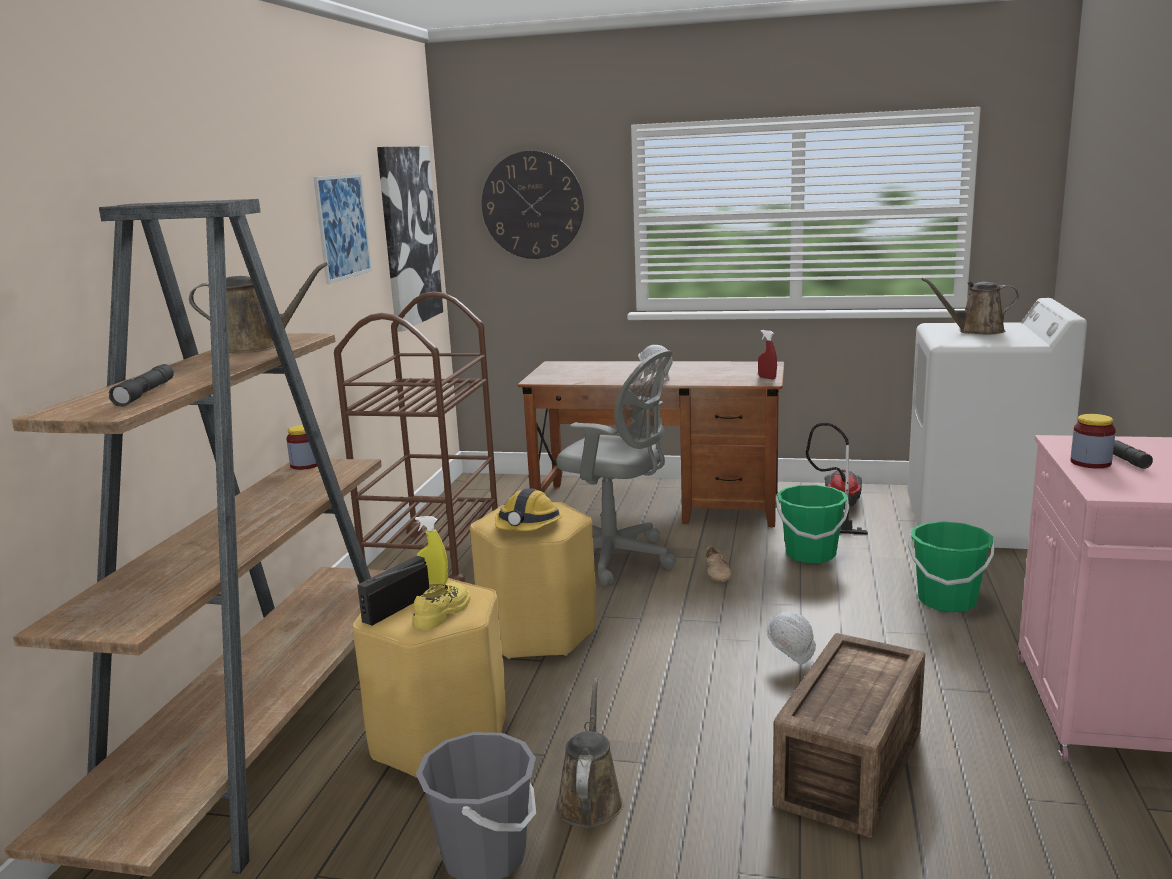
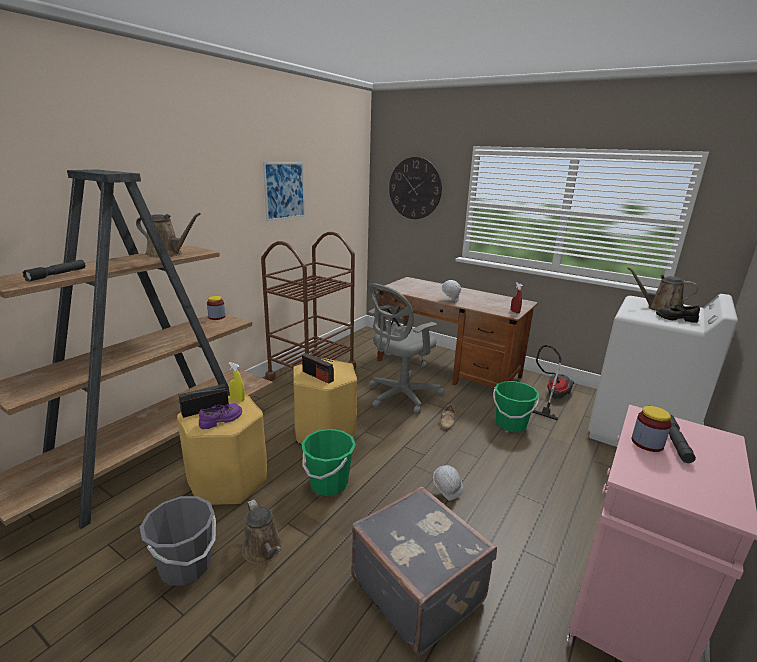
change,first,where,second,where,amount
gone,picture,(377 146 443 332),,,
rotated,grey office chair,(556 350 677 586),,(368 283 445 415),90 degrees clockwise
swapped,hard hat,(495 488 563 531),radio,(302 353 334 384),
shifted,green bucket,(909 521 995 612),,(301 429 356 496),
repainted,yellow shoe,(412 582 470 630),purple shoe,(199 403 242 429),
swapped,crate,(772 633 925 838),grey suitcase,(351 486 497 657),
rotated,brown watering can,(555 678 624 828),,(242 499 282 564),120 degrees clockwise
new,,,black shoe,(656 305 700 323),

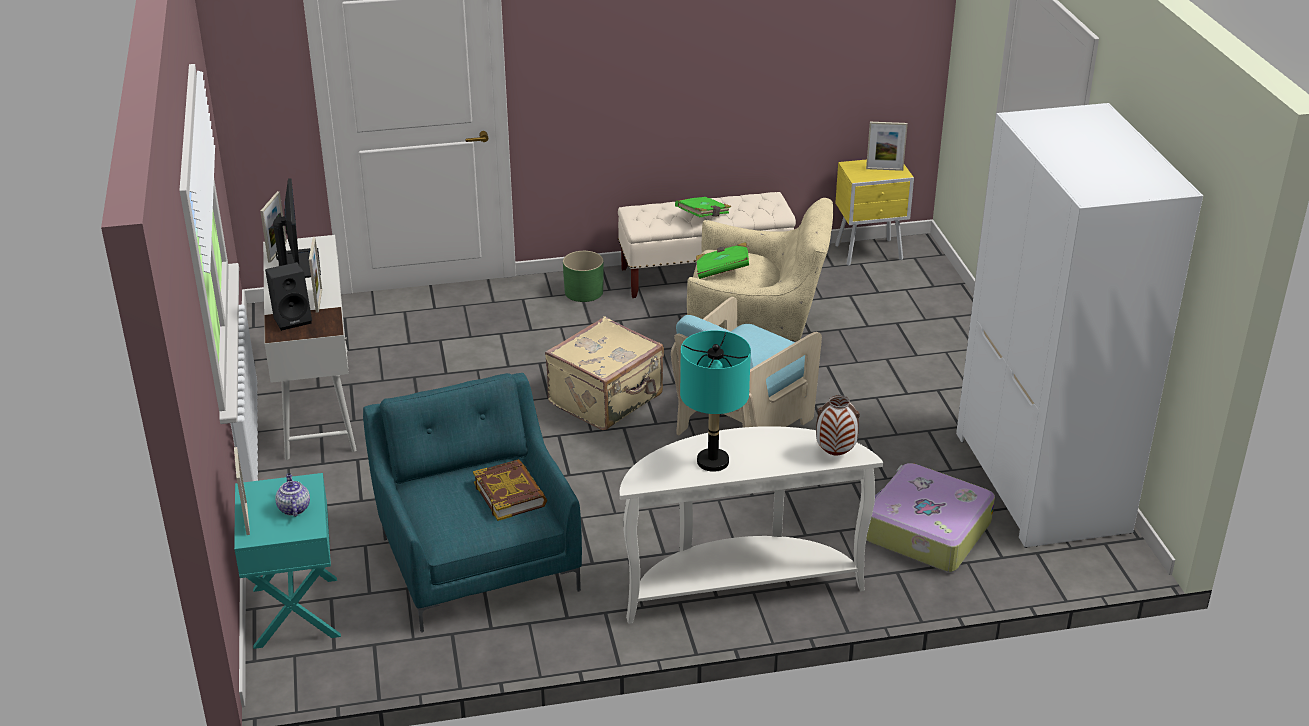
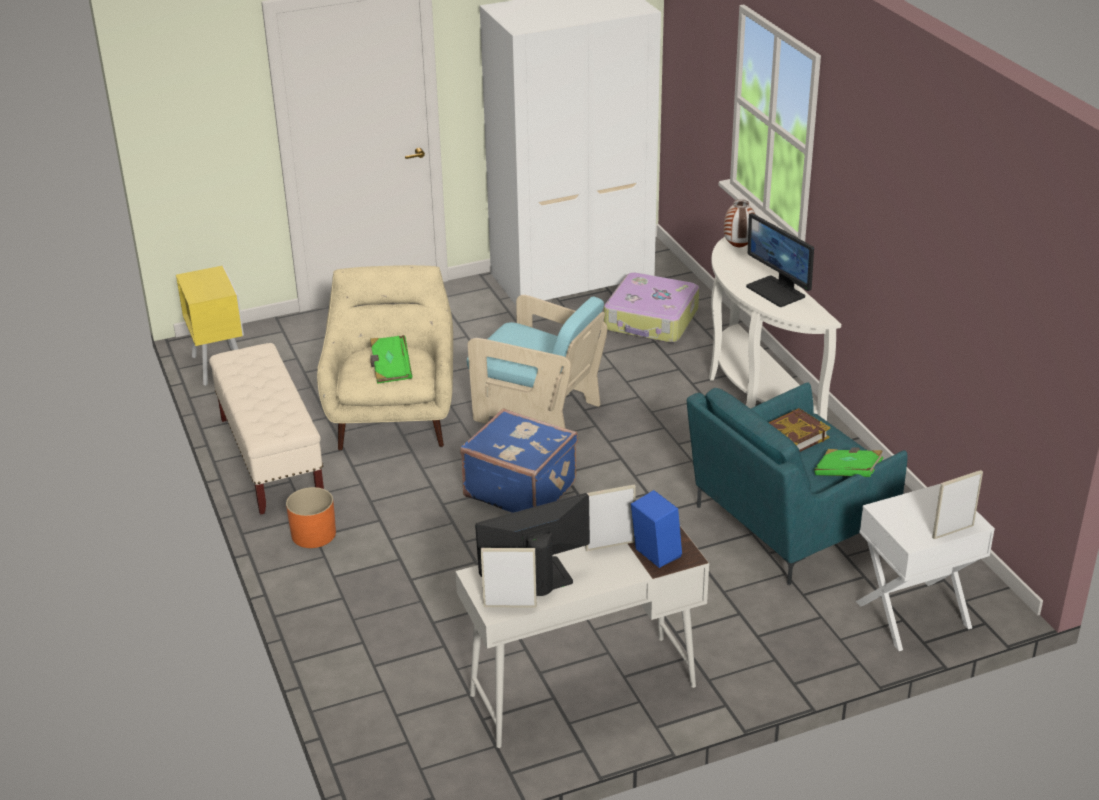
change,first,where,second,where,amount
gone,picture frame,(866 122 908 171),,,
shifted,green book,(675 197 731 217),,(814 447 883 477),
repainted,green planter,(563 251 604 302),orange planter,(286 487 336 548),
repainted,black speaker,(265 262 312 331),blue speaker,(631 490 682 568),
repainted,beige suitcase,(545 316 664 430),blue suitcase,(460 408 578 513),
swapped,turquoise table lamp,(680 330 751 472),monitor,(746 213 814 307),
repainted,turquoise nightstand,(234 473 341 649),white nightstand,(856 484 995 651),
gone,teapot,(275 473 310 517),,,

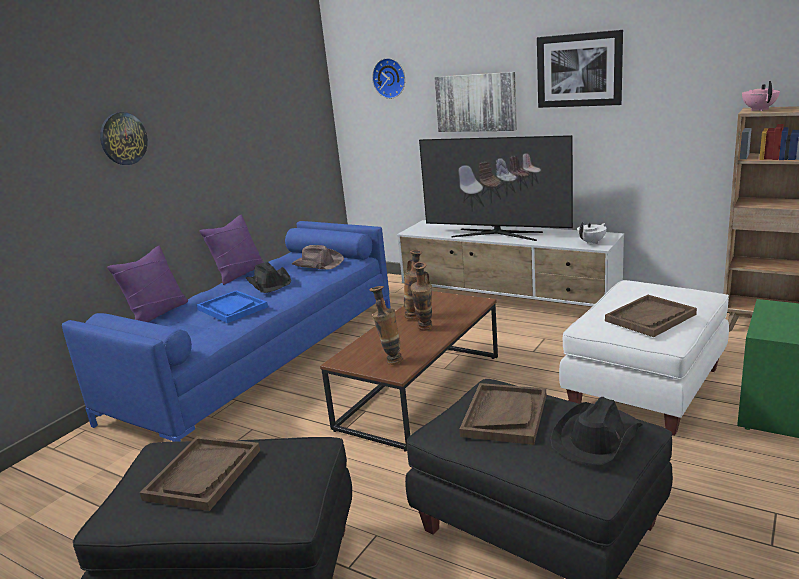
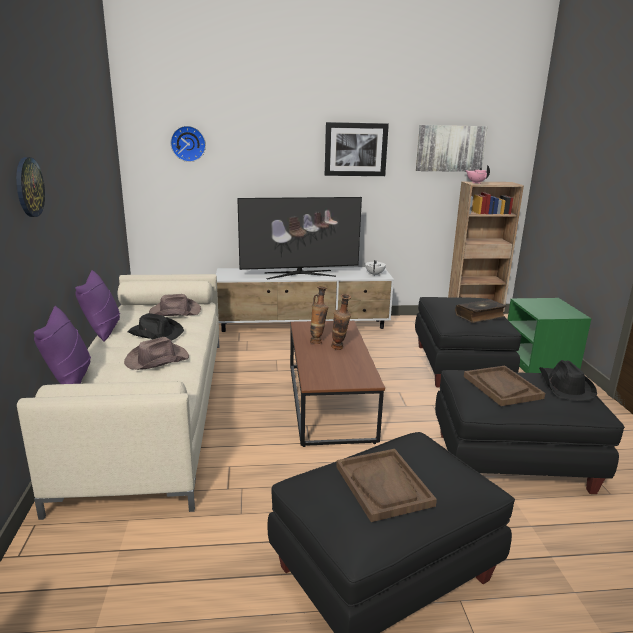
change,first,where,second,where,amount
shifted,picture,(434 72 517 132),,(416 125 487 172),
repainted,blue sofa,(62 221 391 442),beige sofa,(17 274 219 520),
repainted,white ottoman,(559 280 729 435),black ottoman,(415 297 521 387),
gone,vase,(369 286 403 365),,,
swapped,blue tray,(197 290 268 323),brown hat,(124 337 189 370),
swapped,brown tray,(605 295 697 337),book,(455 299 506 323),

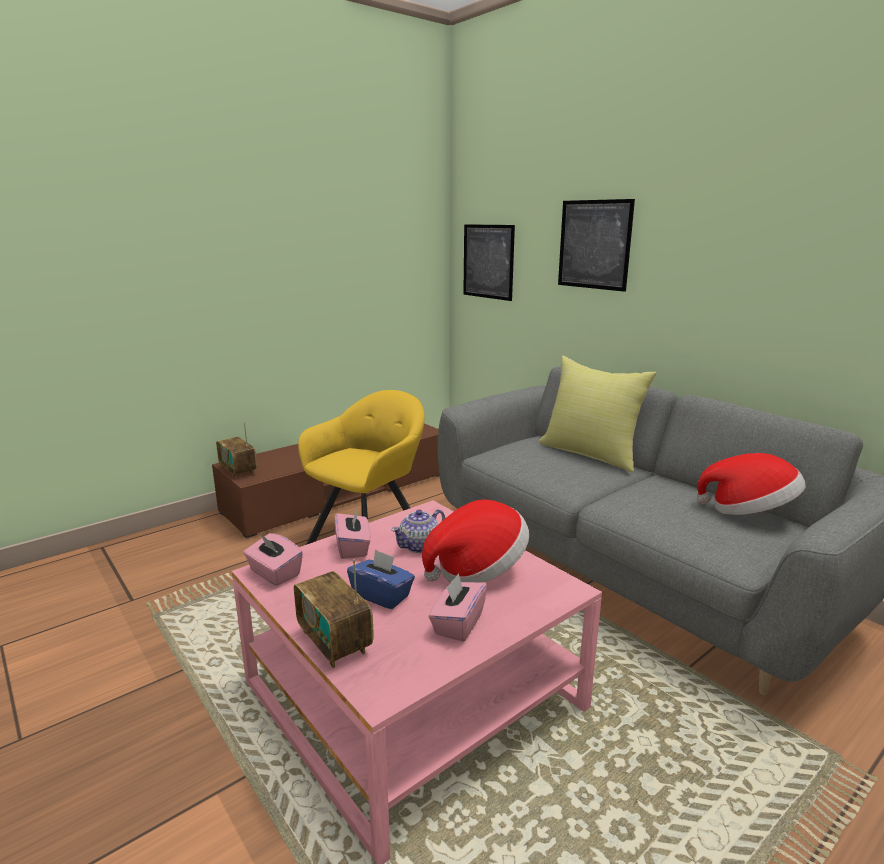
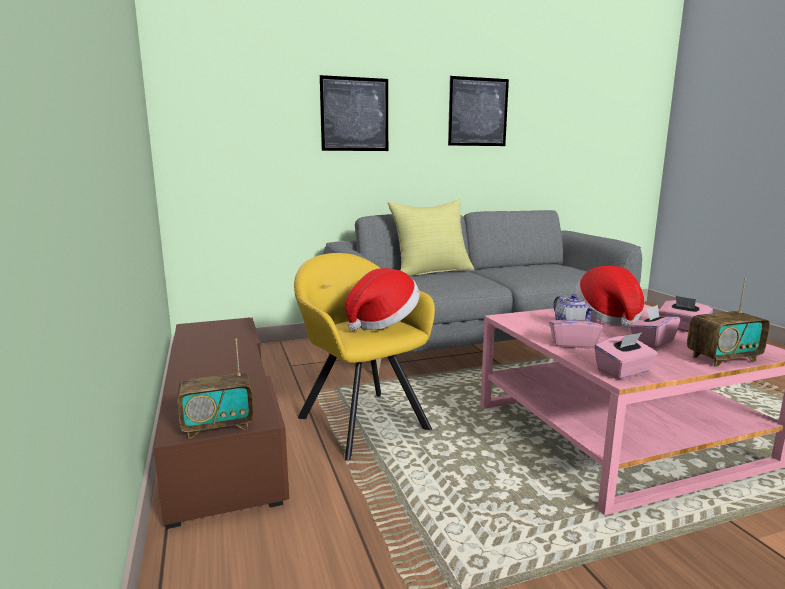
change,first,where,second,where,amount
shifted,picture,(463 224 515 301),,(448 76 509 146),
shifted,hat,(697 453 805 515),,(345 268 420 331),
repainted,blue tissue box,(347 549 415 609),pink tissue box,(630 305 680 349),

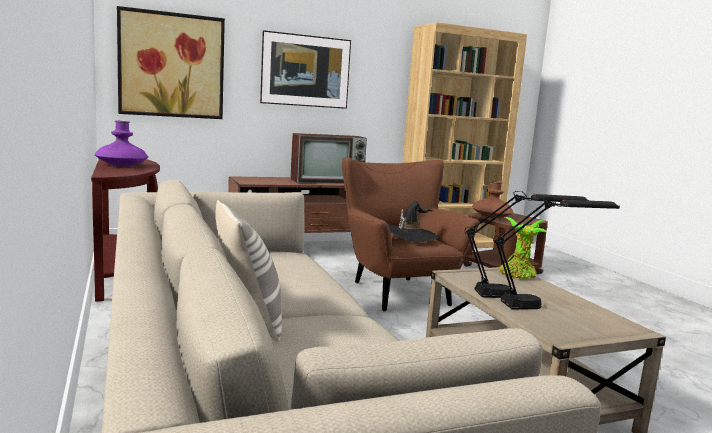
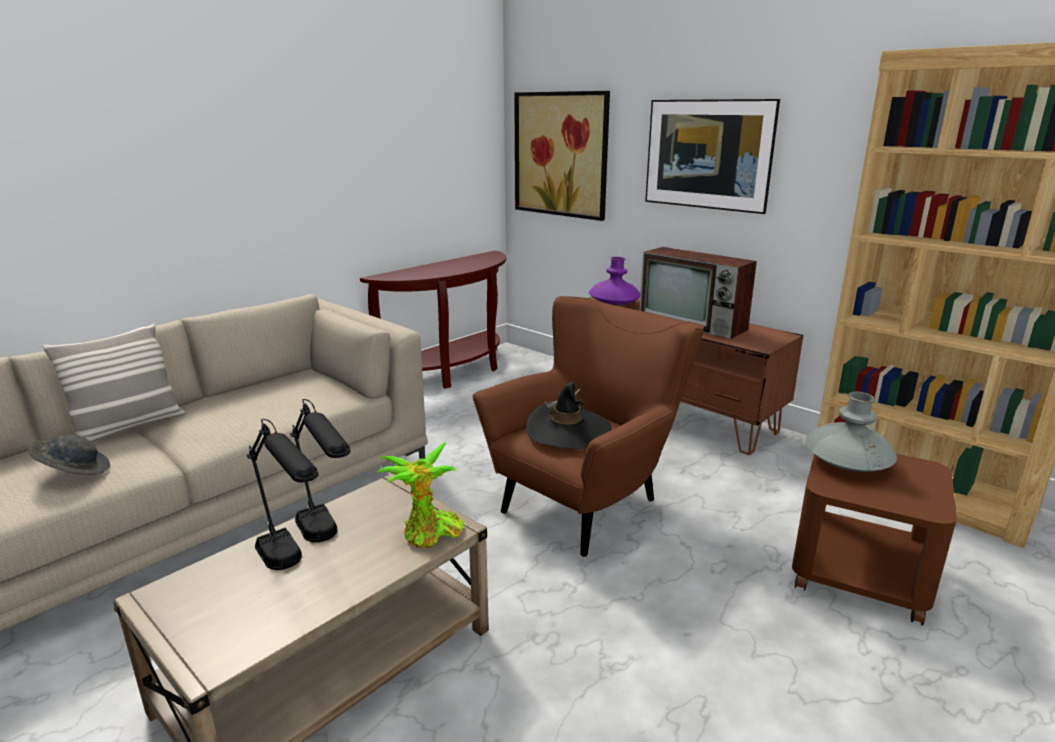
change,first,where,second,where,amount
shifted,purple vase,(94 120 149 166),,(589 257 640 305),
repainted,brown vase,(472 181 513 218),grey vase,(805 392 897 472),
new,,,grey hat,(28 434 110 475),

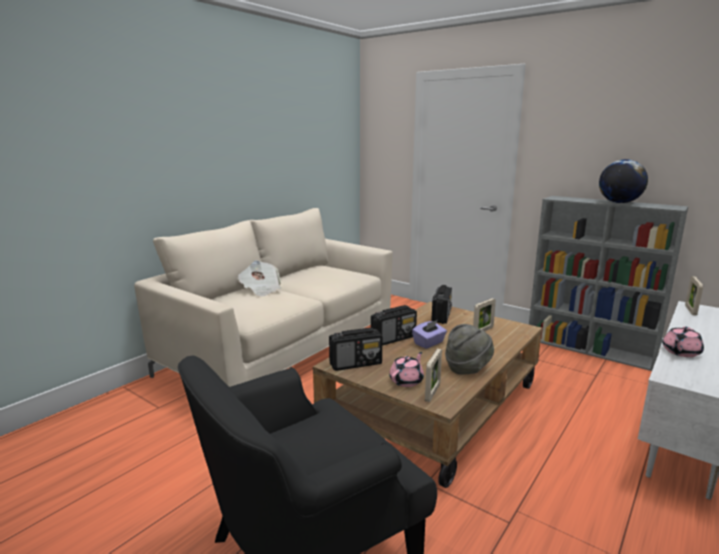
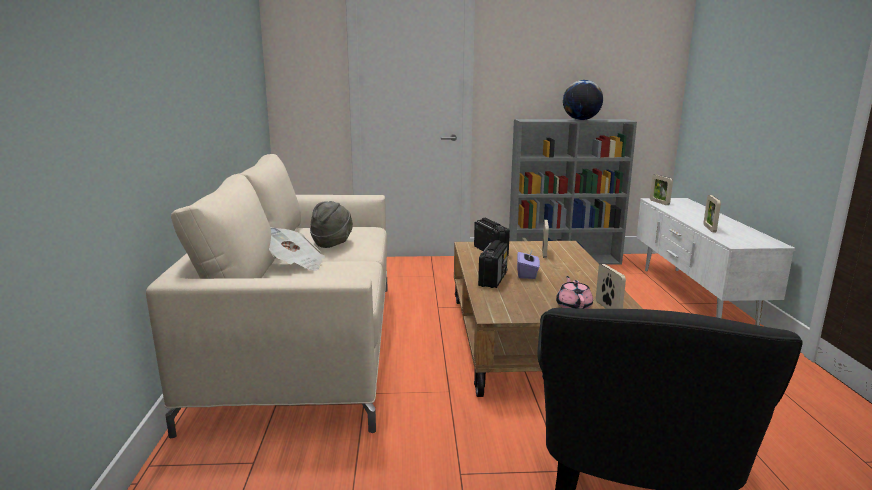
change,first,where,second,where,amount
shifted,grey hat,(445 324 494 375),,(310 201 353 248),
swapped,pink teapot,(662 327 704 357),picture frame,(703 195 721 232),
gone,radio,(329 328 382 371),,,

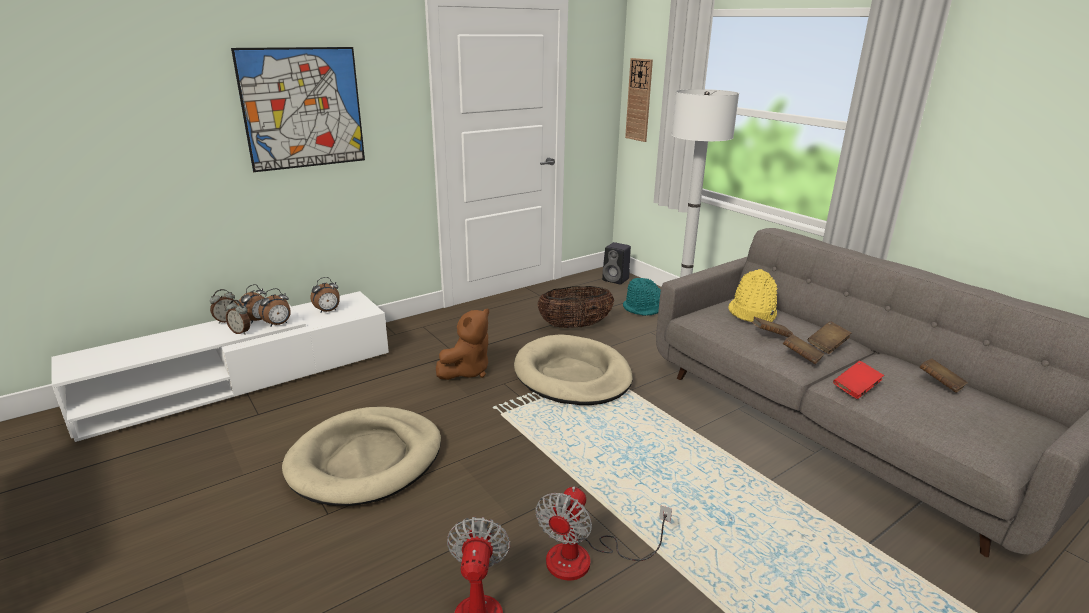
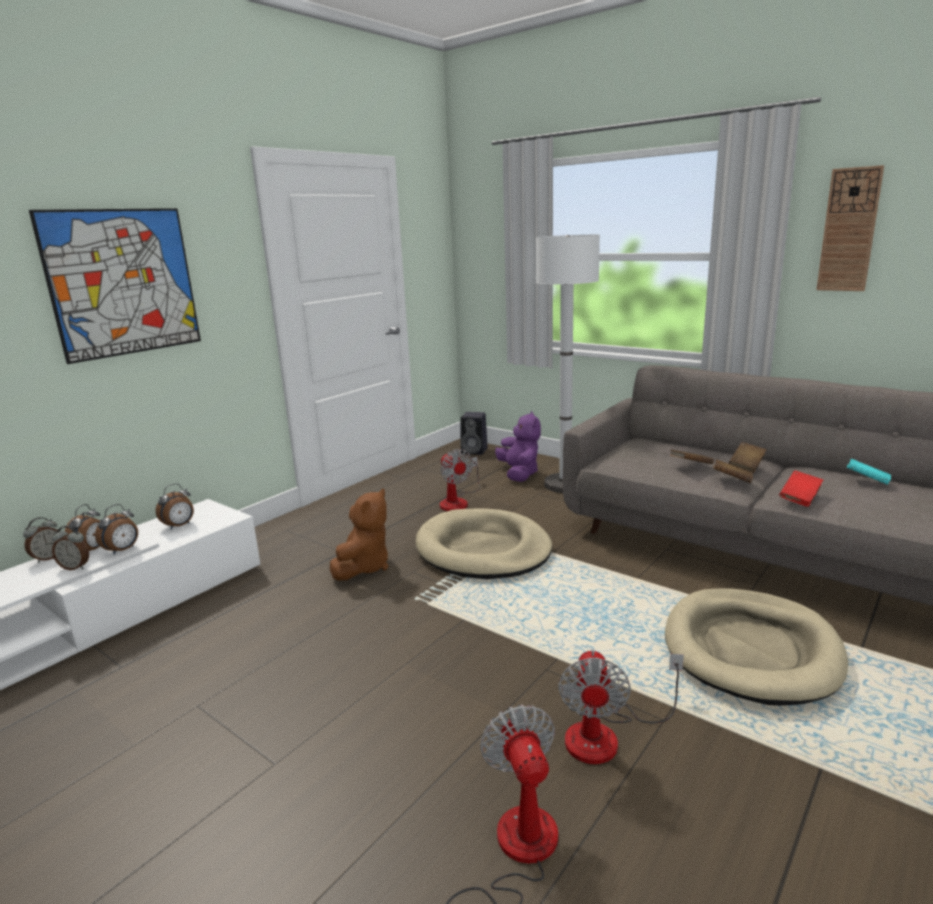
change,first,where,second,where,amount
shifted,wall clock,(625 58 653 142),,(816 165 884 291),
gone,yellow hat,(728 269 777 322),,,
swapped,turquoise hat,(623 278 661 316),purple plush toy,(495 411 541 482),
swapped,basket,(537 286 614 328),fan,(440 449 481 511),
repainted,brown book,(919 358 968 393),turquoise book,(847 459 891 485),
shifted,beige dog bed,(282 407 441 506),,(665 588 848 706),

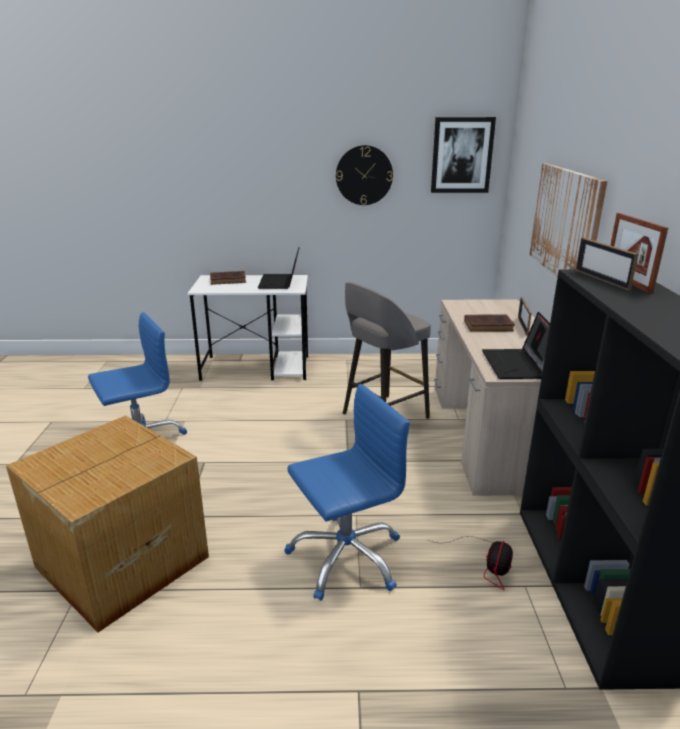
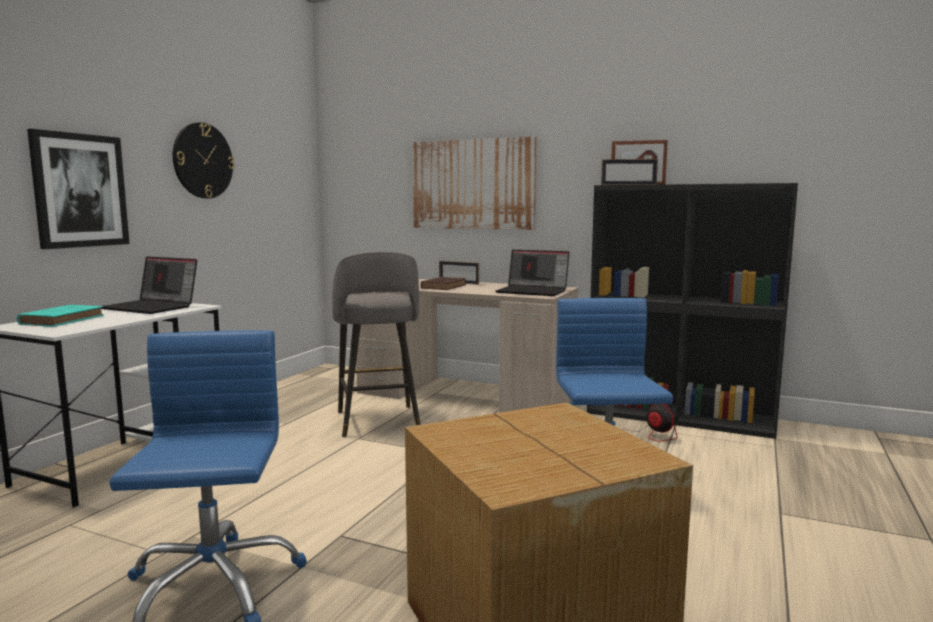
change,first,where,second,where,amount
shifted,picture,(431 117 496 193),,(27 129 130 249),
repainted,brown book,(210 271 246 285),turquoise book,(17 305 104 327),

